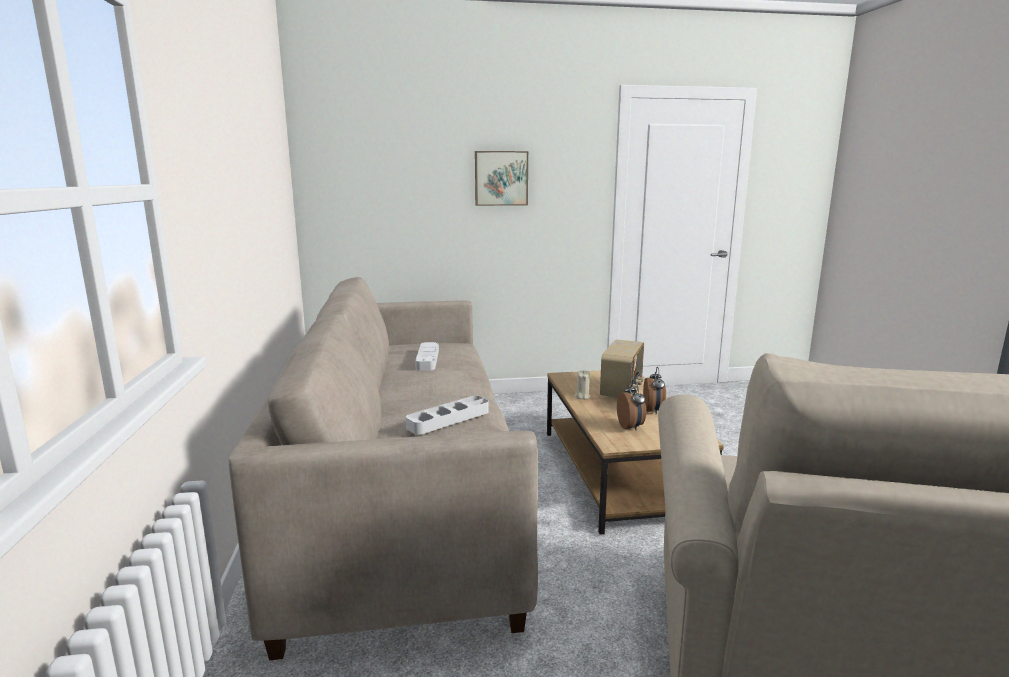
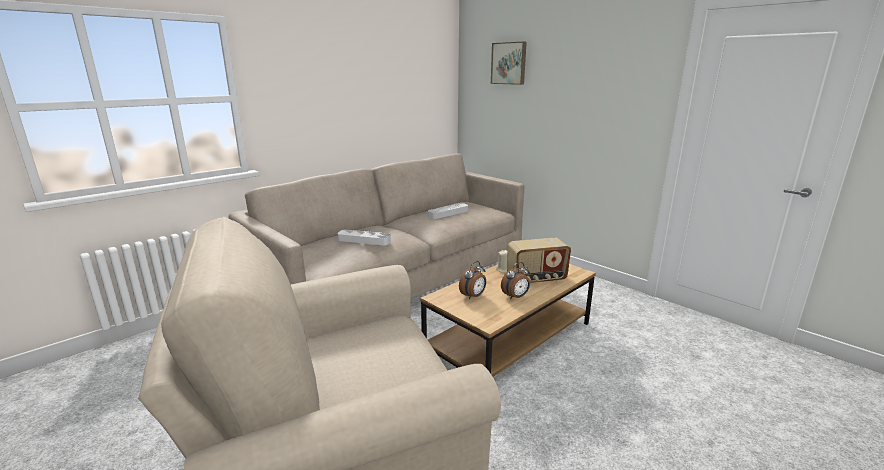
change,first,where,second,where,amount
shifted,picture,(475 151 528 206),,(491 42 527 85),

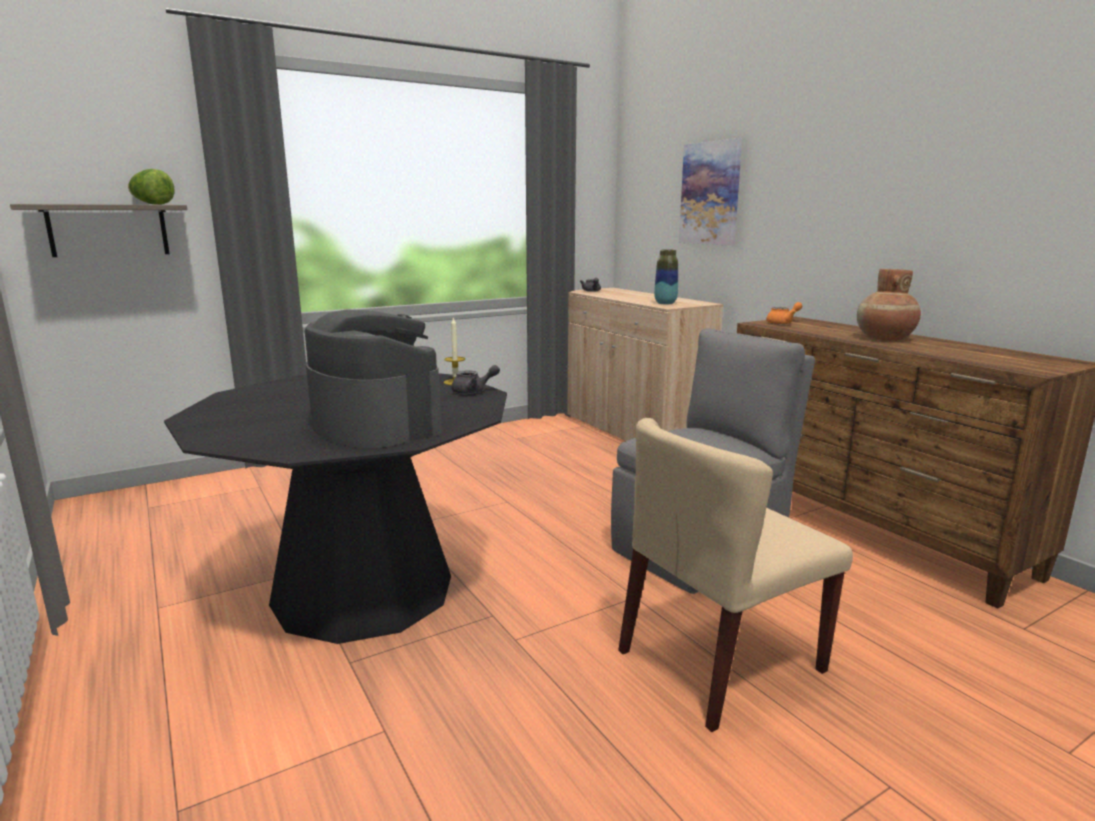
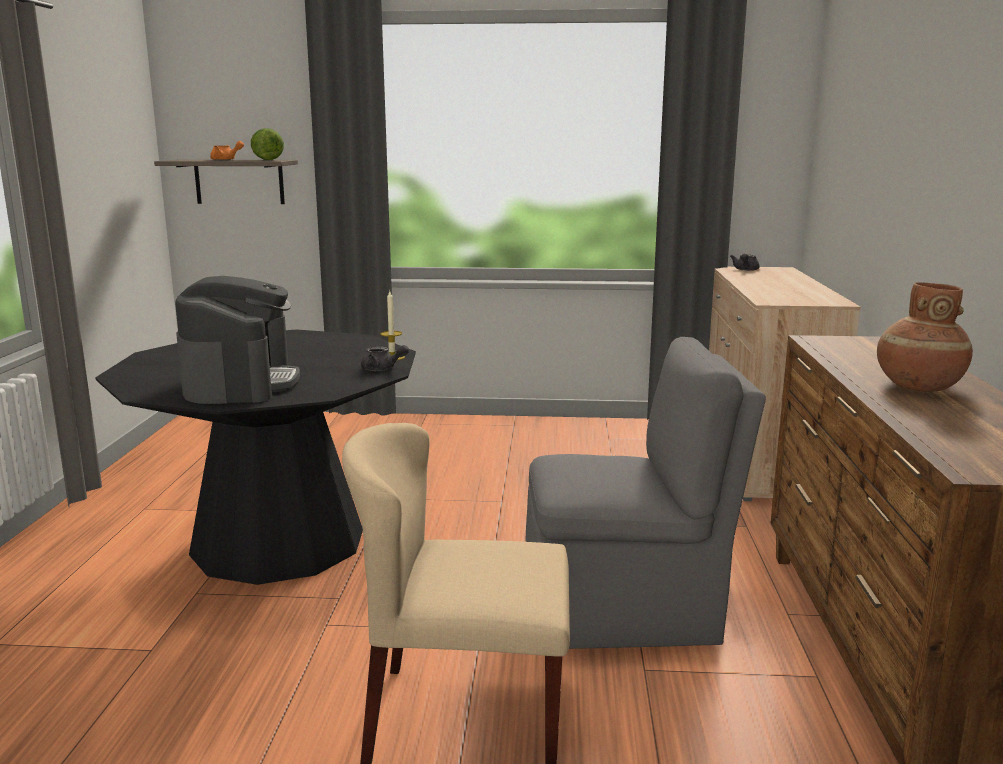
change,first,where,second,where,amount
gone,picture,(679 138 742 246),,,
gone,vase,(654 249 678 305),,,
shifted,orange teapot,(766 302 802 325),,(210 141 244 160),

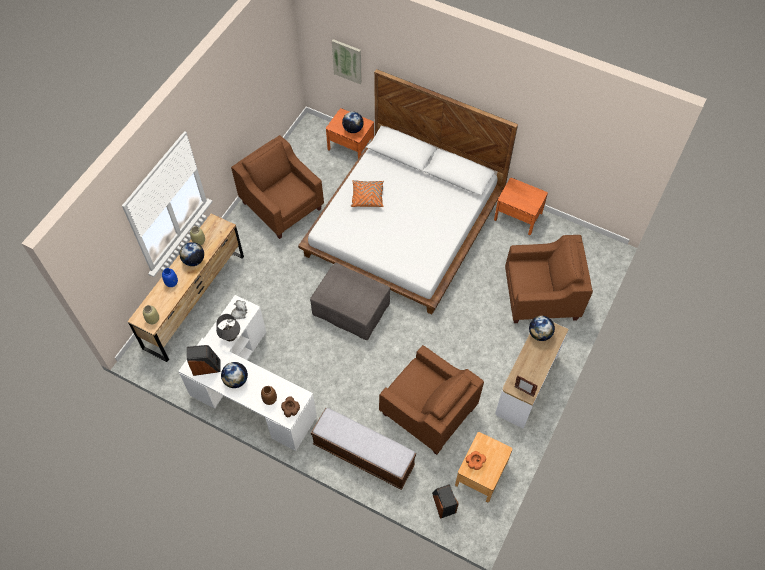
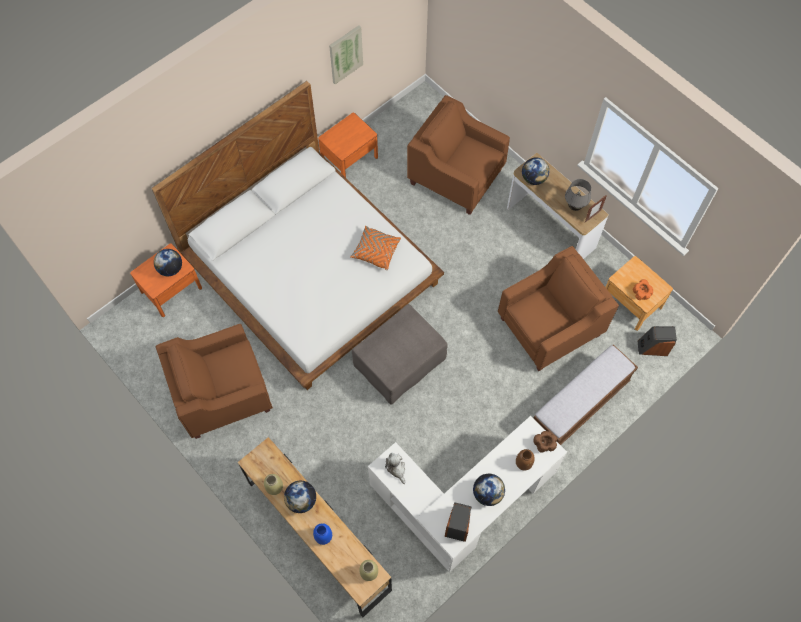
change,first,where,second,where,amount
shifted,picture,(332 39 362 84),,(329 25 363 84),
shifted,orange pillow,(350 180 384 207),,(350 226 401 271),
rotated,brown armchair,(505 235 593 323),,(407 95 510 215),75 degrees counterclockwise
shifted,grey table lamp,(216 314 240 341),,(565 179 591 211),

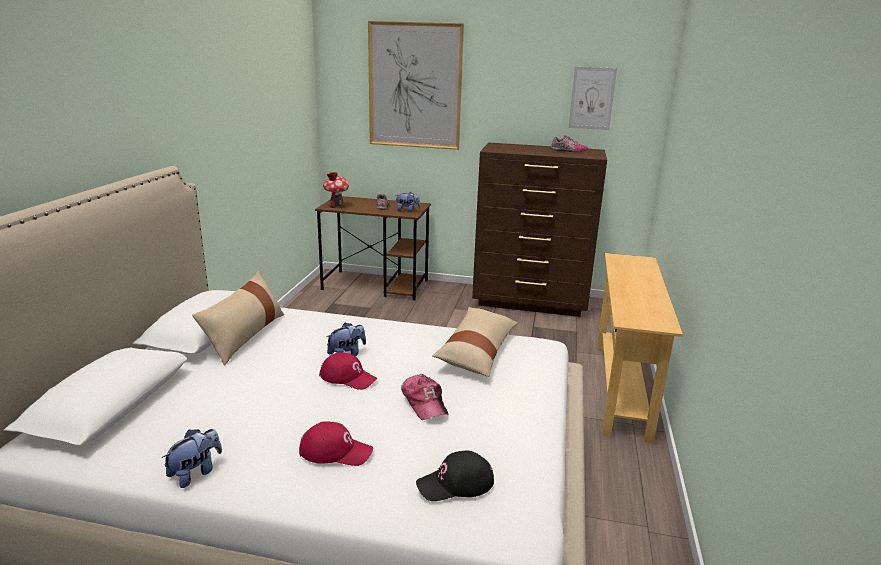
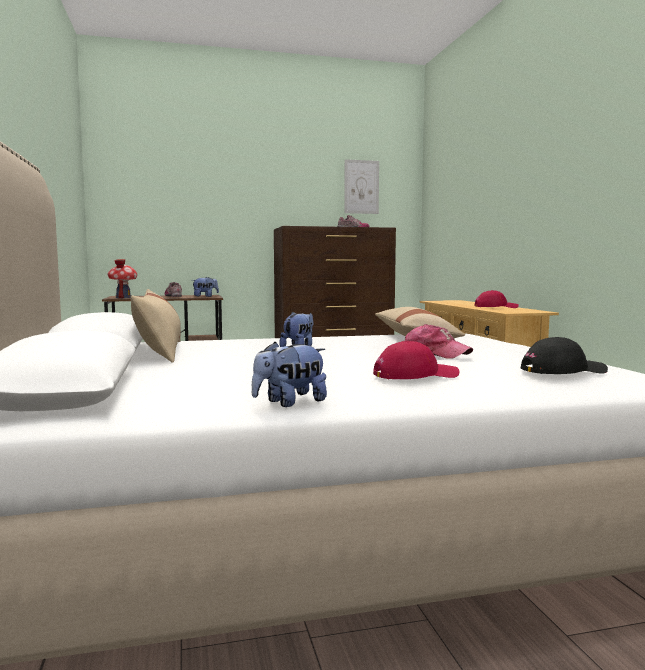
change,first,where,second,where,amount
gone,picture,(368 21 464 150),,,
shifted,red cap,(319 352 377 390),,(475 290 519 308),
rotated,plush toy,(162 429 222 488),,(252 342 327 407),135 degrees counterclockwise
rotated,black cap,(416 450 494 501),,(521 337 608 374),150 degrees counterclockwise

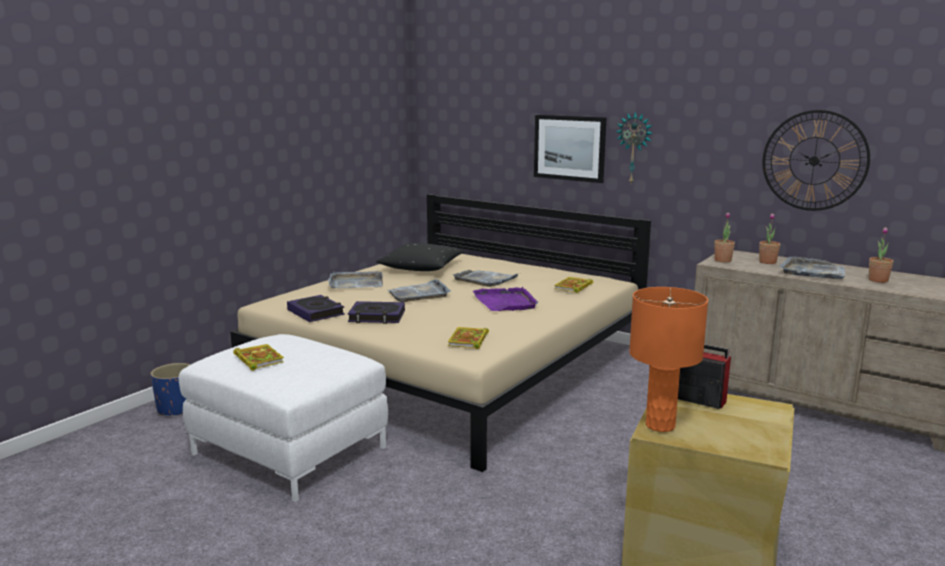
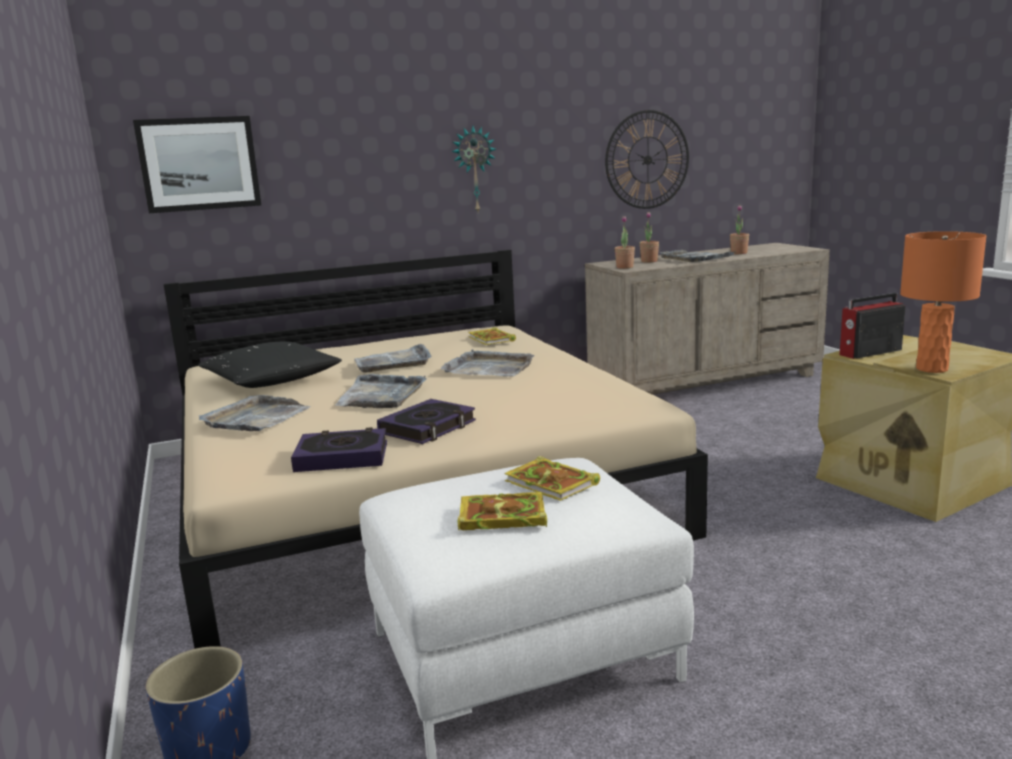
change,first,where,second,where,amount
shifted,picture,(534 115 607 183),,(133 116 261 213),
repainted,purple tray,(473 287 538 311),grey tray,(440 349 535 377),
shifted,book,(448 327 489 349),,(505 456 600 501),

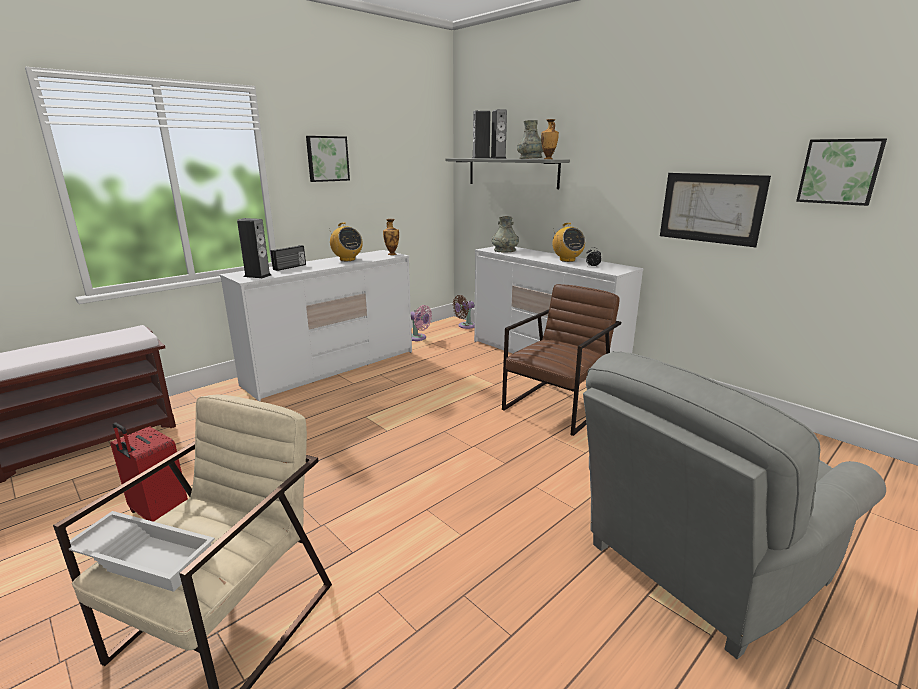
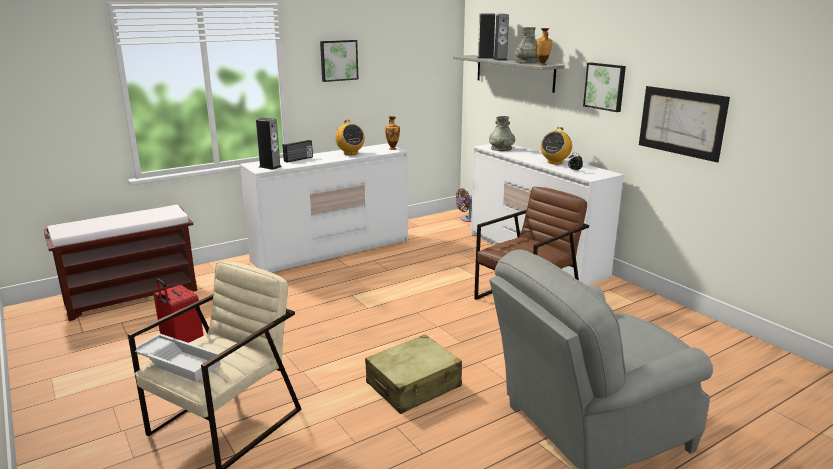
change,first,where,second,where,amount
shifted,picture,(796 138 887 206),,(583 63 626 112),
rotated,radio,(552 223 585 262),,(541 127 572 164),45 degrees clockwise
gone,pink fan,(411 305 432 341),,,
new,,,beige suitcase,(365 335 462 414),

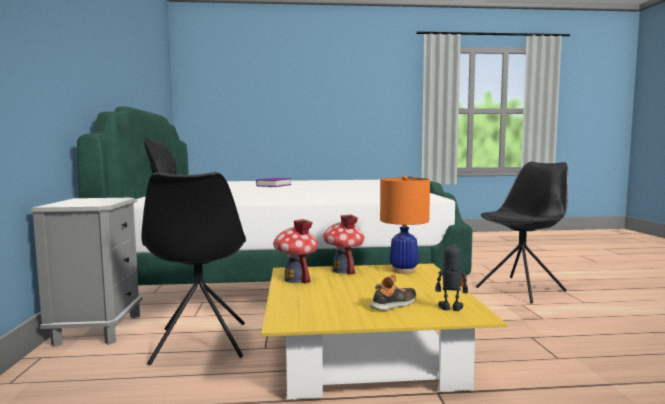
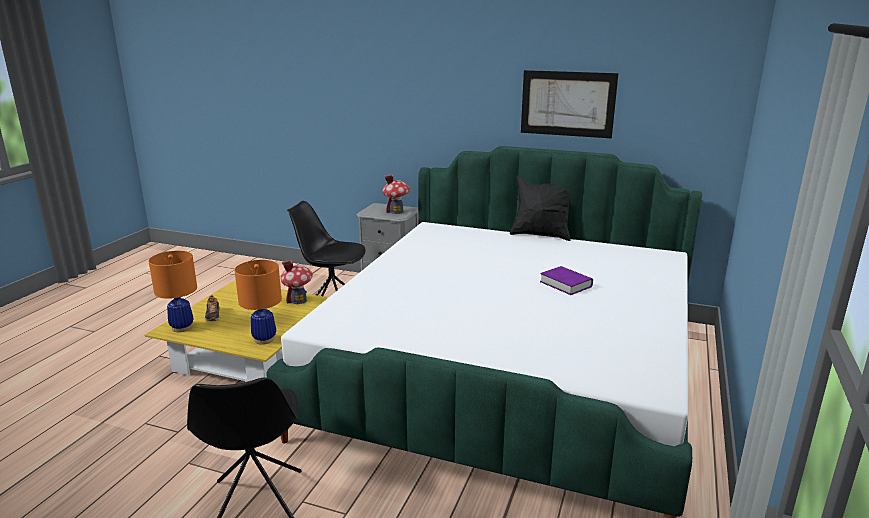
change,first,where,second,where,amount
shifted,toy house,(323 214 364 275),,(383 174 410 214),
swapped,toy robot,(436 235 468 311),orange table lamp,(149 251 197 332),
new,,,picture,(521 70 618 138),

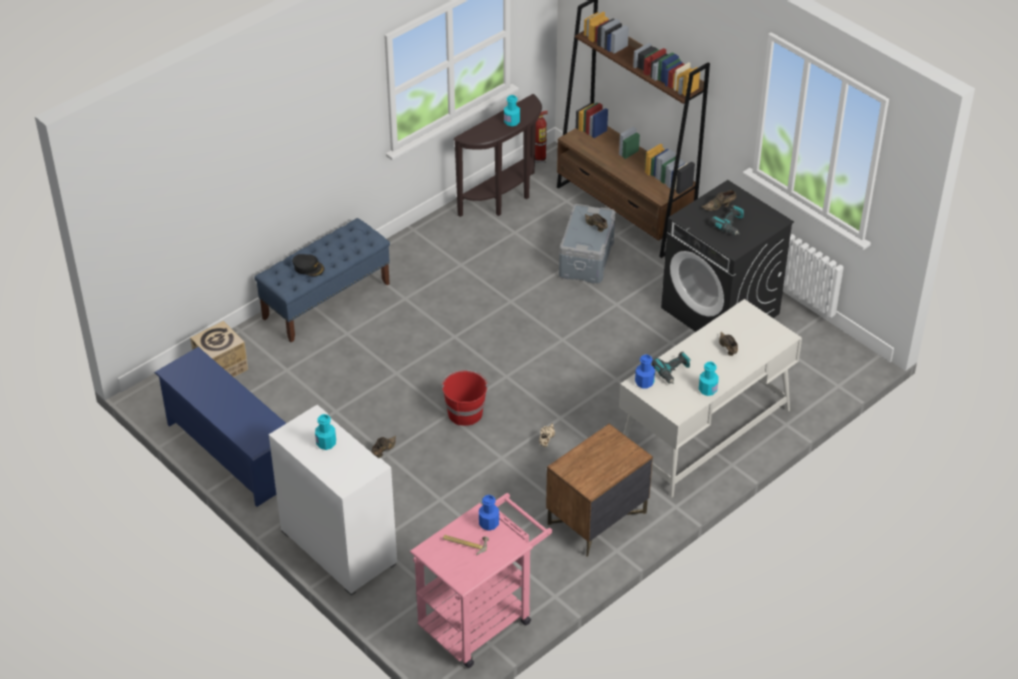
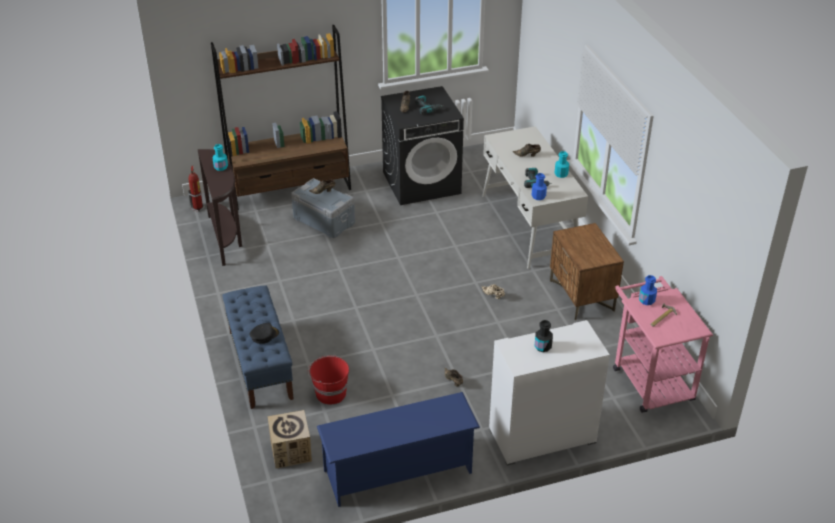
change,first,where,second,where,amount
shifted,red bucket,(442 370 488 426),,(308 355 349 405),
repainted,turquoise bottle,(315 414 336 450),black bottle,(535 320 553 352),

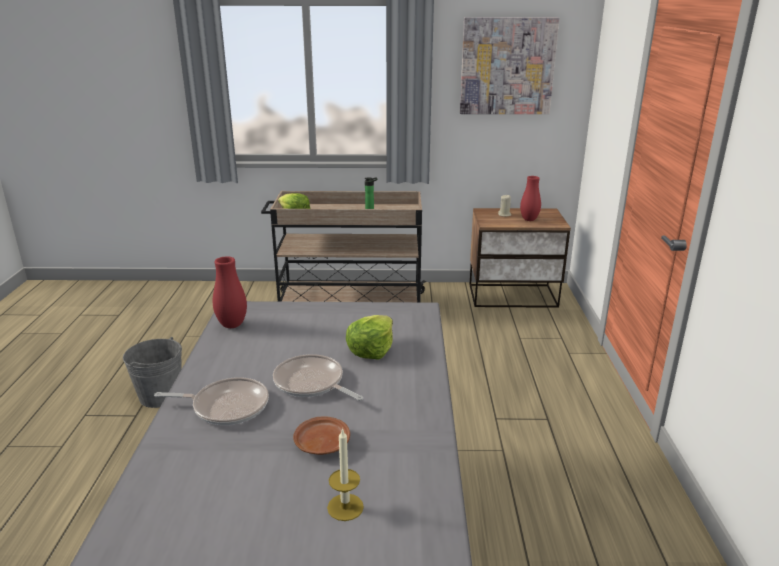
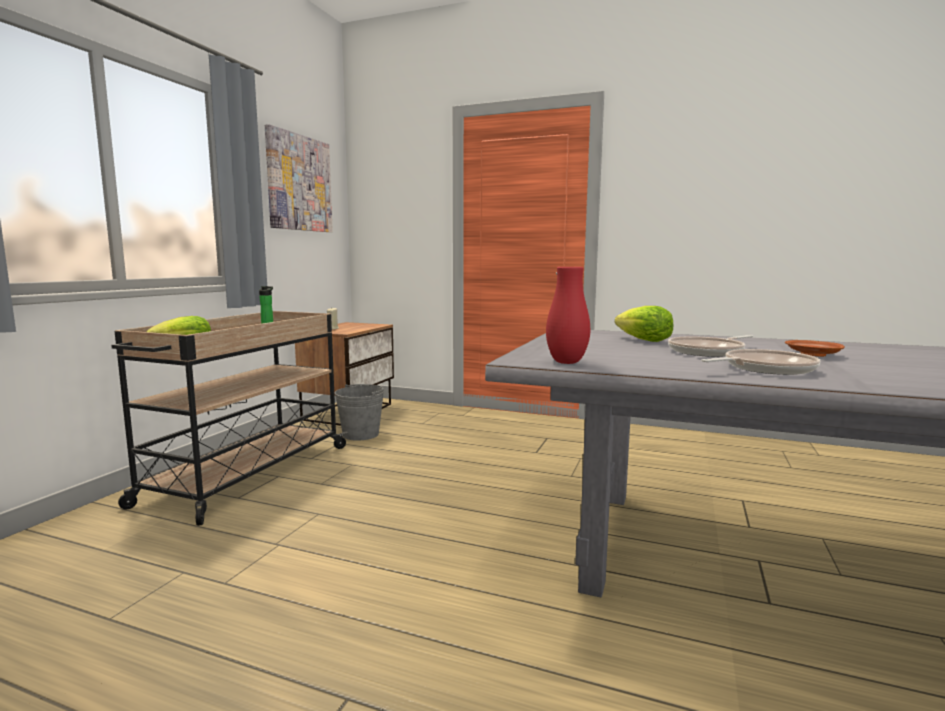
change,first,where,second,where,amount
gone,red vase,(520 176 541 221),,,
shifted,grey bucket,(123 337 182 408),,(335 384 384 441),
rotated,frying pan,(154 377 269 425),,(701 349 821 375),45 degrees clockwise
gone,candle,(327 428 364 521),,,

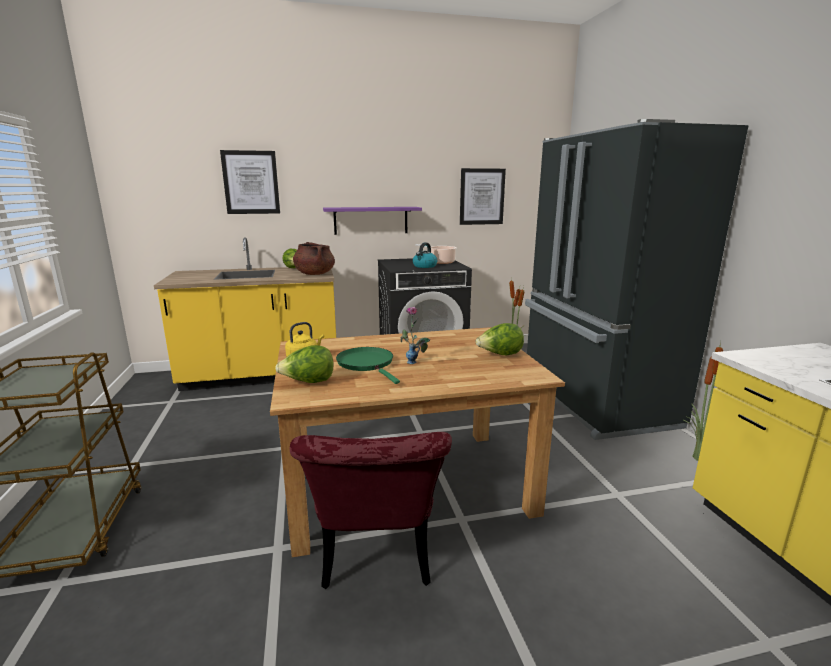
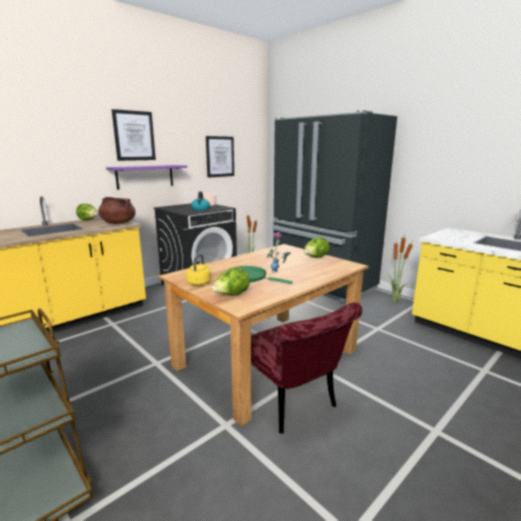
change,first,where,second,where,amount
shifted,picture,(220 150 280 214),,(112 109 156 161),

